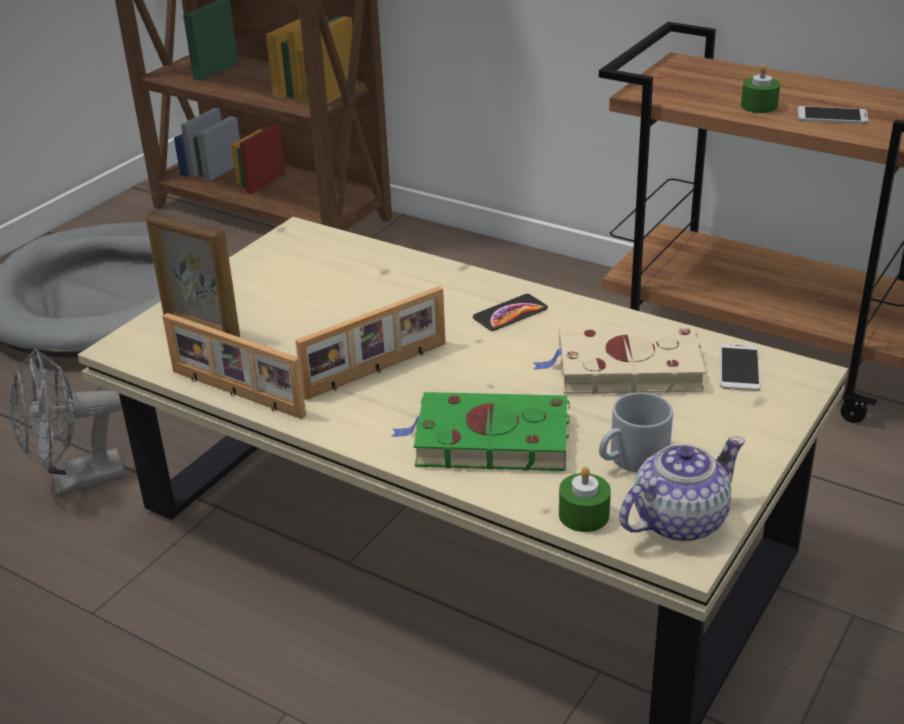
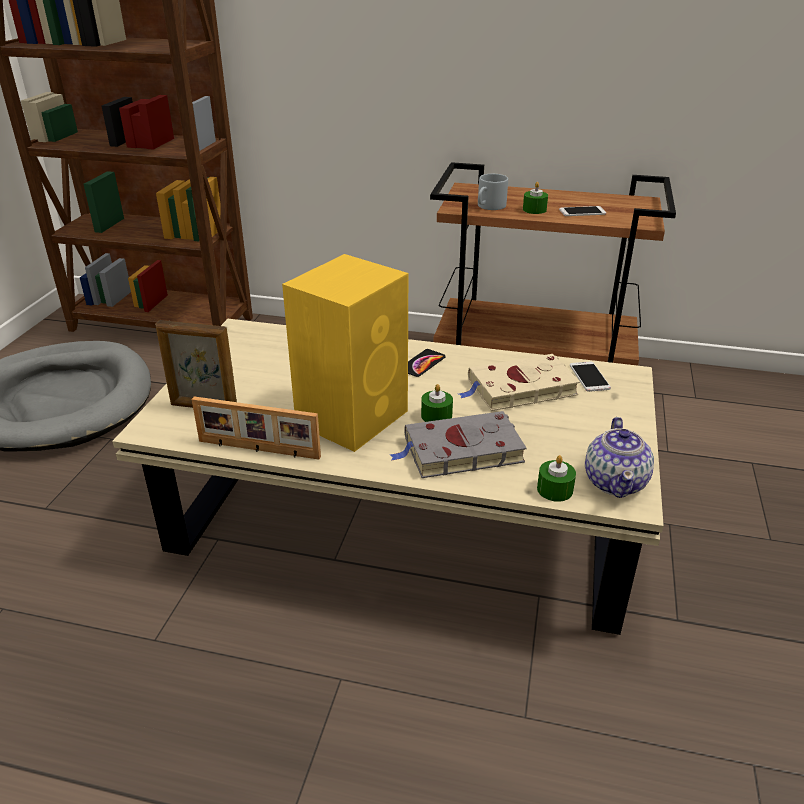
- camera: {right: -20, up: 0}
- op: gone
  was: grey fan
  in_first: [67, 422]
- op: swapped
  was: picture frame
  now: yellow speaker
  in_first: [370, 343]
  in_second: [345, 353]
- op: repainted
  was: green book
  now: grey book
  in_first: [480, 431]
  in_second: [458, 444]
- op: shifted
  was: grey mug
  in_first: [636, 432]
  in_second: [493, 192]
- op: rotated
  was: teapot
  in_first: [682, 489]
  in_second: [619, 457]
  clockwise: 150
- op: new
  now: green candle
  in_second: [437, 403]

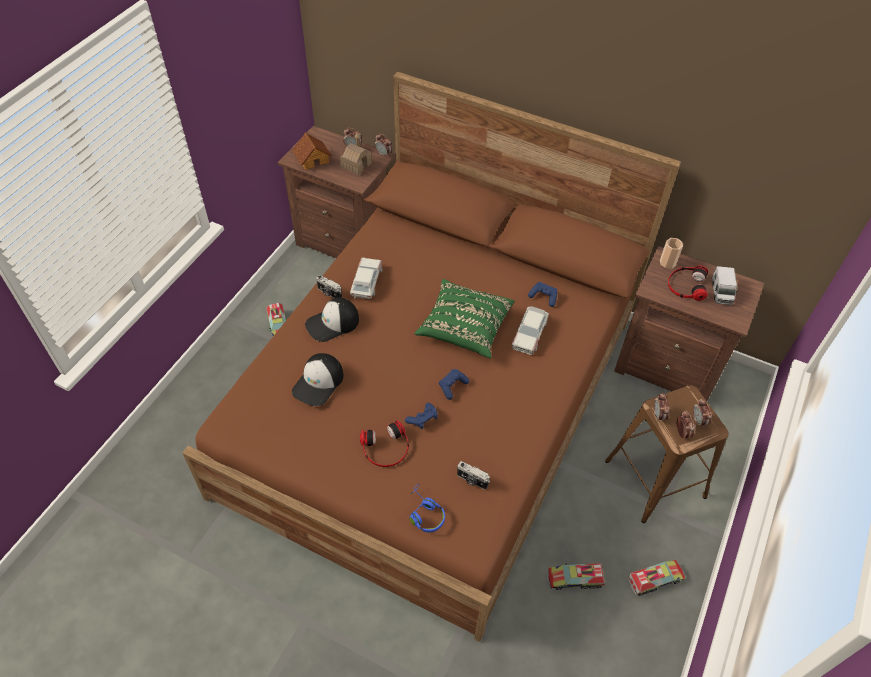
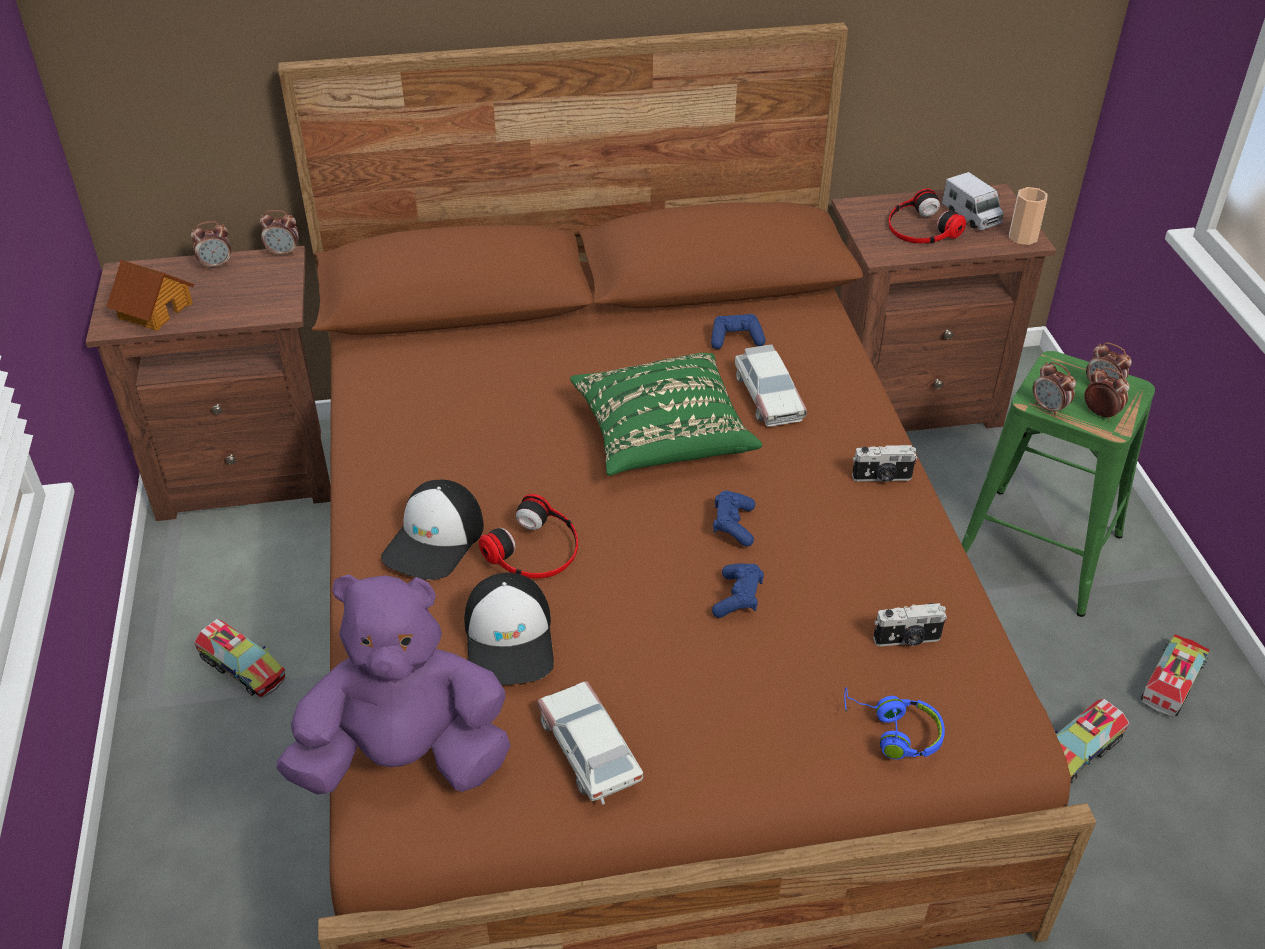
- camera: {right: -35, up: -10}
- op: shifted
  was: photo camera
  in_first: [329, 286]
  in_second: [885, 463]
- op: gone
  was: toy house
  in_first: [356, 154]
- op: shifted
  was: toy car
  in_first: [366, 278]
  in_second: [590, 743]
- op: shifted
  was: headphones
  in_first: [384, 443]
  in_second: [528, 536]
- op: repainted
  was: brown stool
  now: green stool
  in_first: [667, 454]
  in_second: [1058, 484]
- op: shifted
  was: cup
  in_first: [671, 253]
  in_second: [1028, 216]
- op: new
  now: purple plush toy
  in_second: [393, 684]

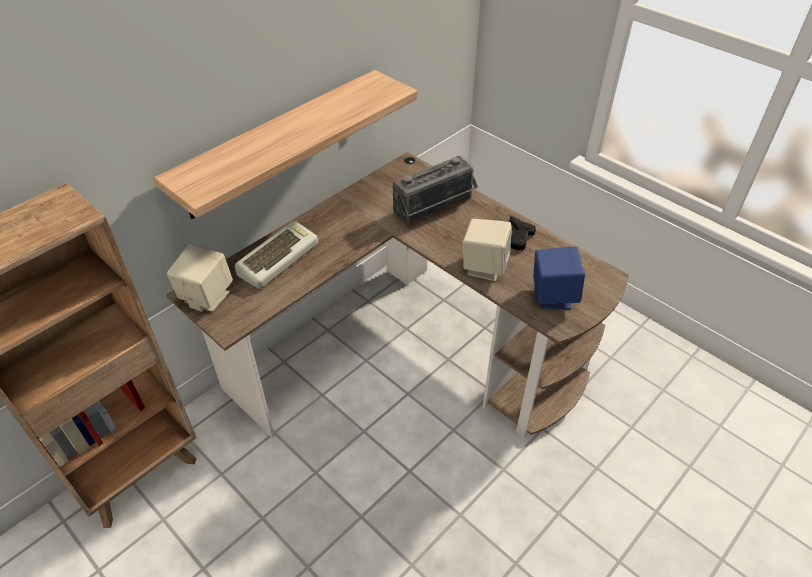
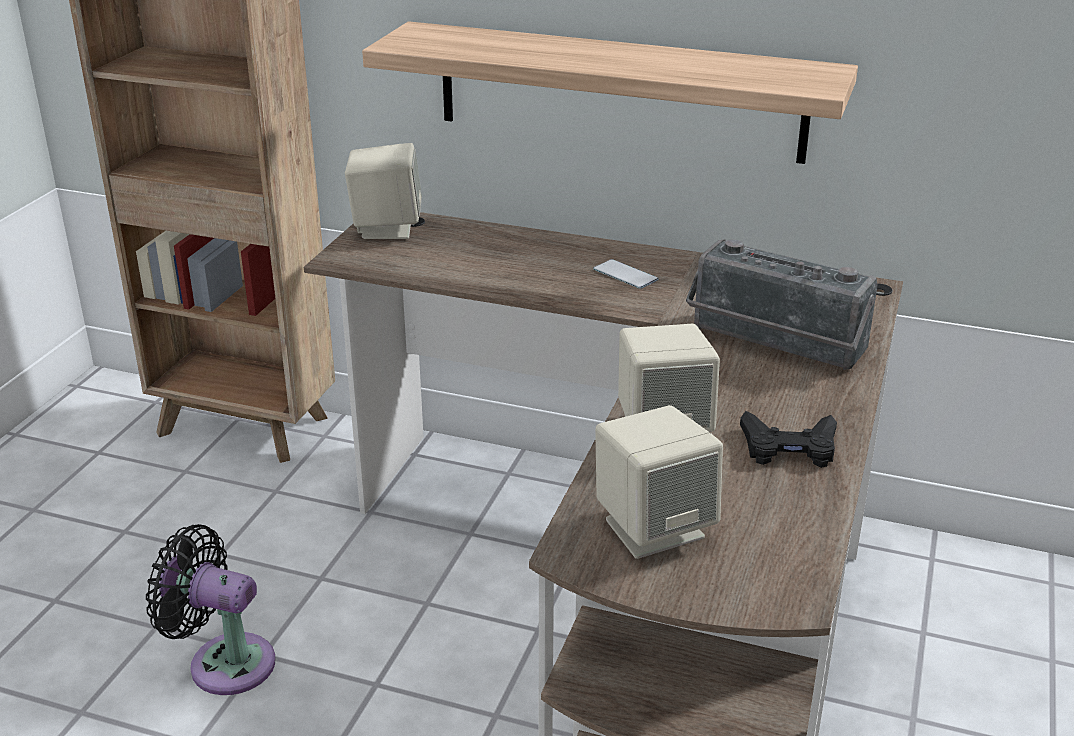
- camera: {right: 65, up: -15}
- op: gone
  was: keyboard
  in_first: [276, 255]
- op: repainted
  was: blue speaker
  now: beige speaker
  in_first: [559, 277]
  in_second: [659, 482]
- op: new
  now: black fan
  in_second: [210, 609]
- op: new
  now: phone
  in_second: [626, 274]

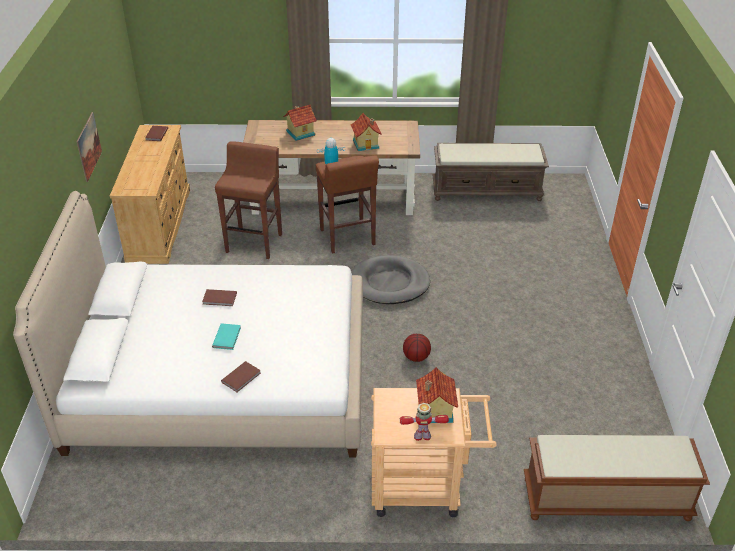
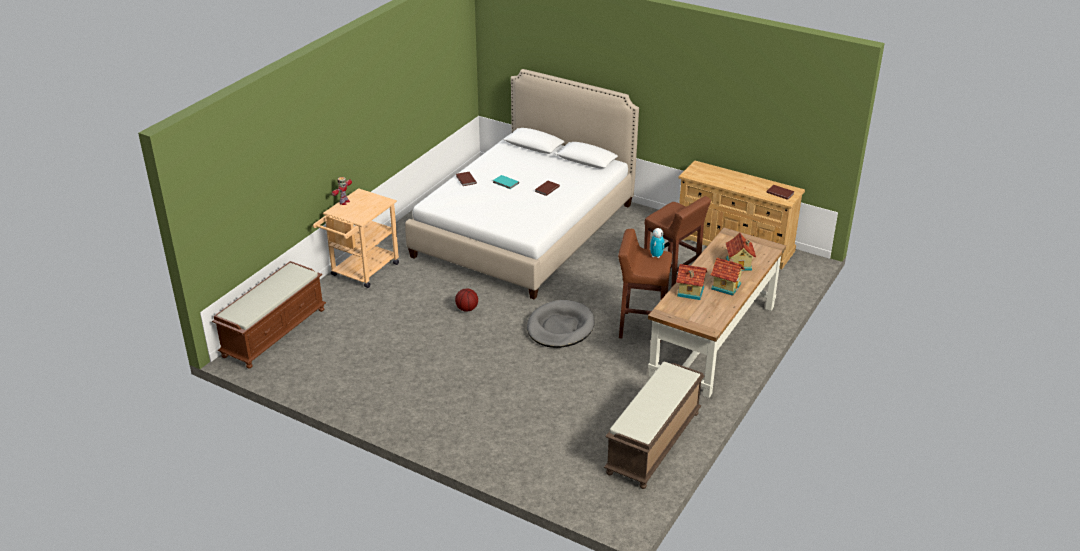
- camera: {right: 120, up: -5}
- op: gone
  was: picture
  in_first: [89, 147]
- op: shifted
  was: toy house
  in_first: [437, 395]
  in_second: [728, 277]

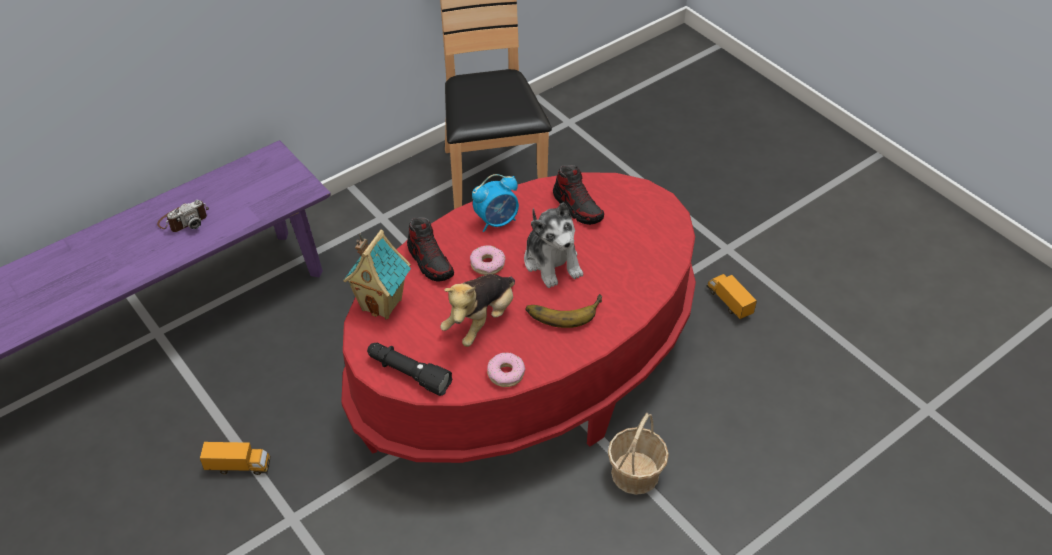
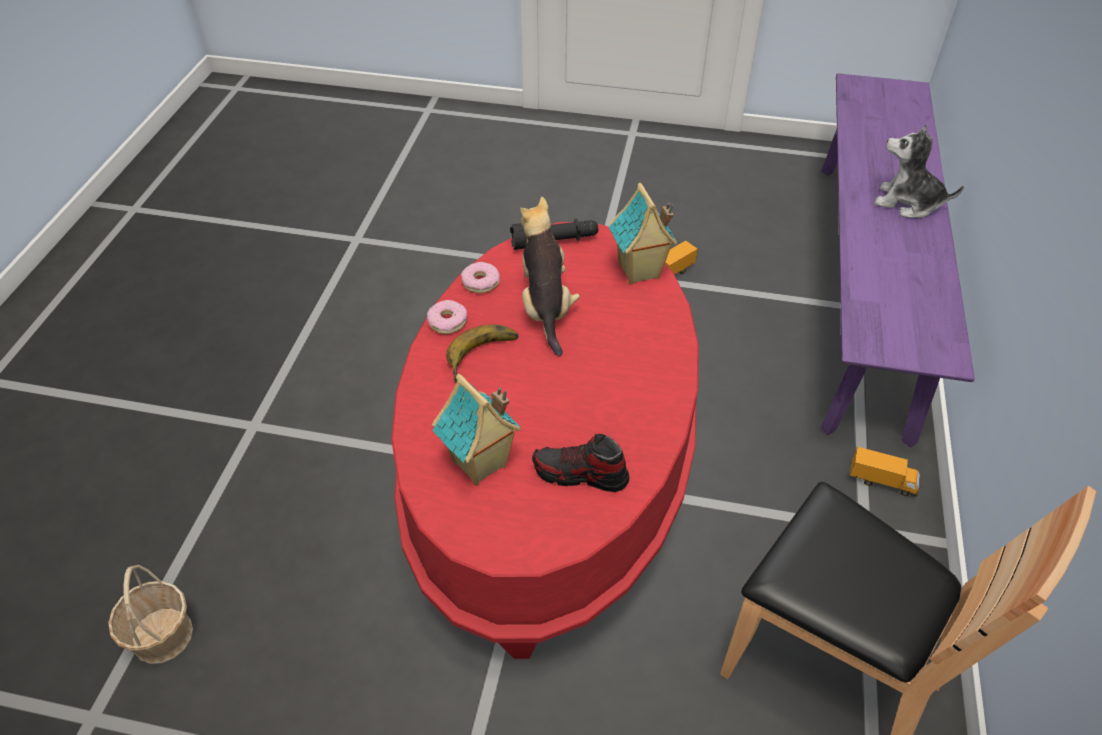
- camera: {right: 140, up: 0}
- op: gone
  was: photo camera
  in_first: [183, 216]
- op: gone
  was: shoe
  in_first: [430, 249]
- op: shifted
  was: donut
  in_first: [488, 260]
  in_second: [447, 317]
- op: gone
  was: alarm clock
  in_first: [495, 203]
- op: shifted
  was: plush toy
  in_first: [553, 245]
  in_second: [919, 171]
- op: shifted
  was: basket
  in_first: [638, 454]
  in_second: [150, 614]
- op: shifted
  was: toy truck
  in_first: [732, 296]
  in_second: [884, 472]
- op: new
  now: toy house
  in_second: [476, 430]

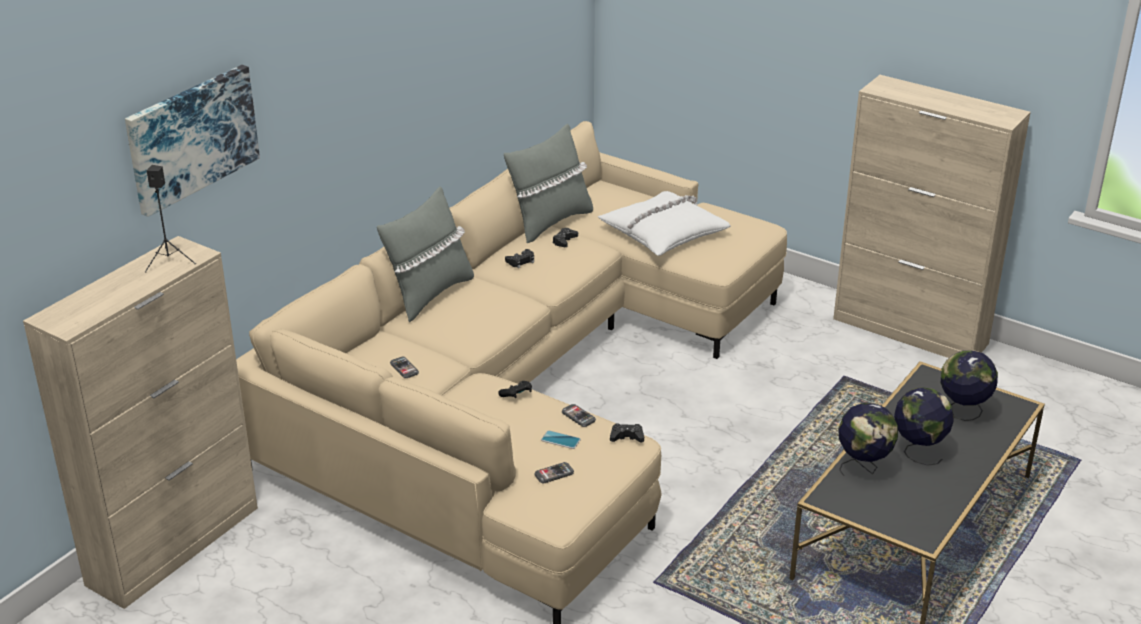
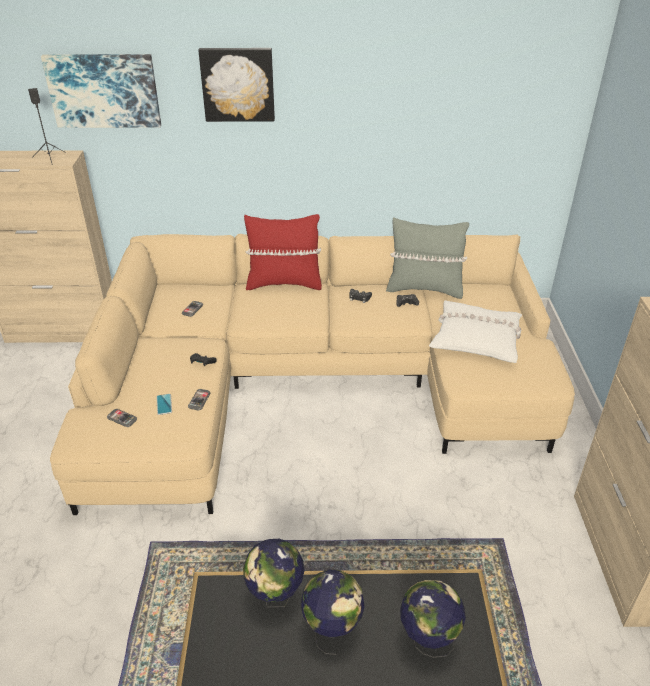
- camera: {right: 55, up: 5}
- op: repainted
  was: grey pillow
  now: red pillow
  in_first: [425, 255]
  in_second: [283, 252]
- op: gone
  was: black game controller
  in_first: [627, 433]
- op: new
  now: picture
  in_second: [236, 85]

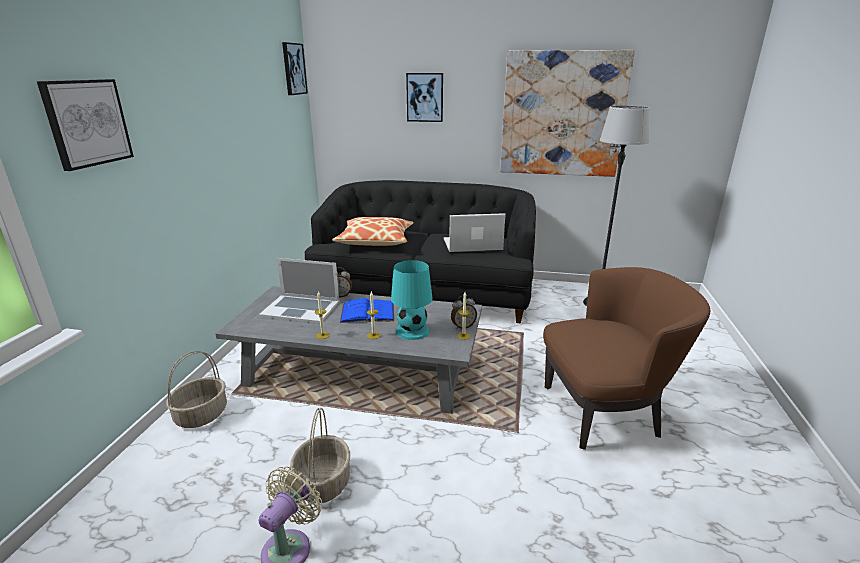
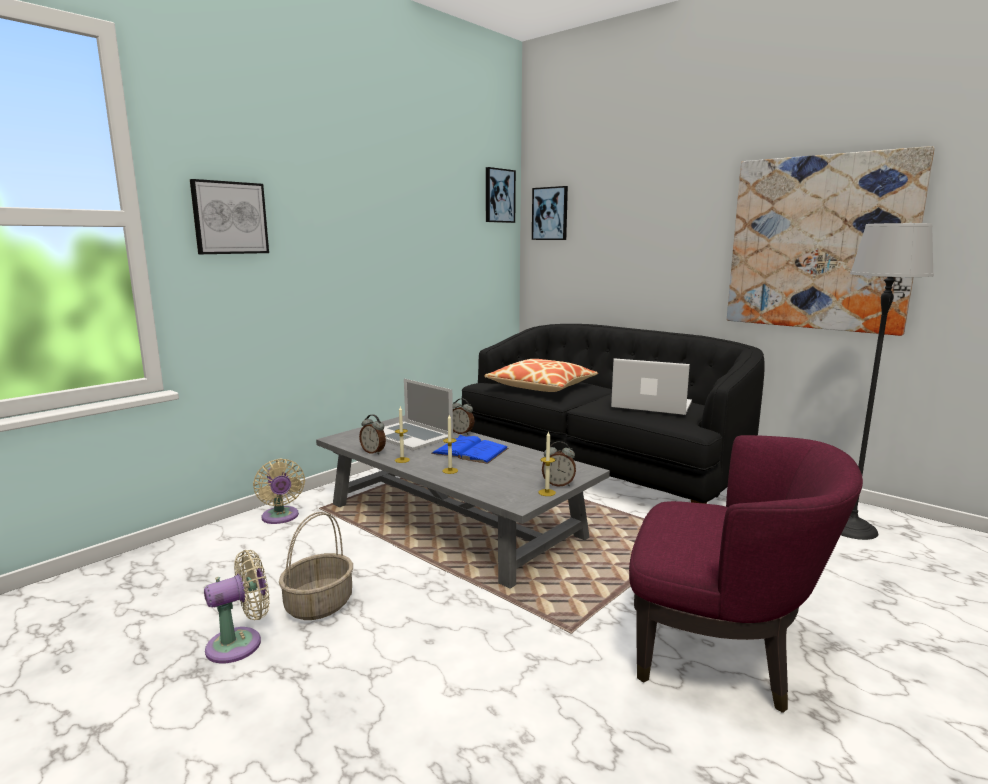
- camera: {right: 30, up: -10}
- op: swapped
  was: basket
  now: beige fan
  in_first: [196, 389]
  in_second: [279, 491]
- op: gone
  was: turquoise table lamp
  in_first: [412, 300]
- op: shifted
  was: picture
  in_first: [424, 97]
  in_second: [550, 213]
- op: repainted
  was: brown armchair
  now: purple armchair
  in_first: [626, 358]
  in_second: [746, 574]
- op: new
  now: alarm clock
  in_second: [372, 434]

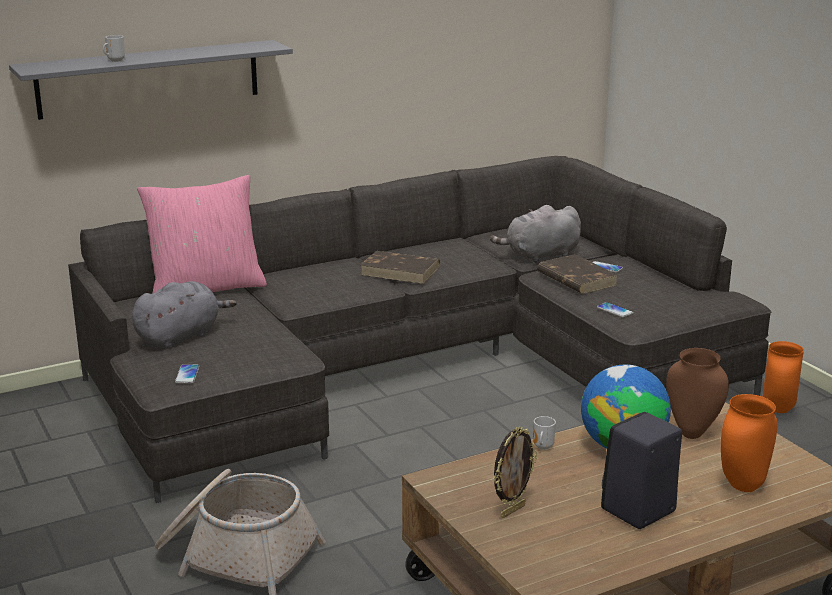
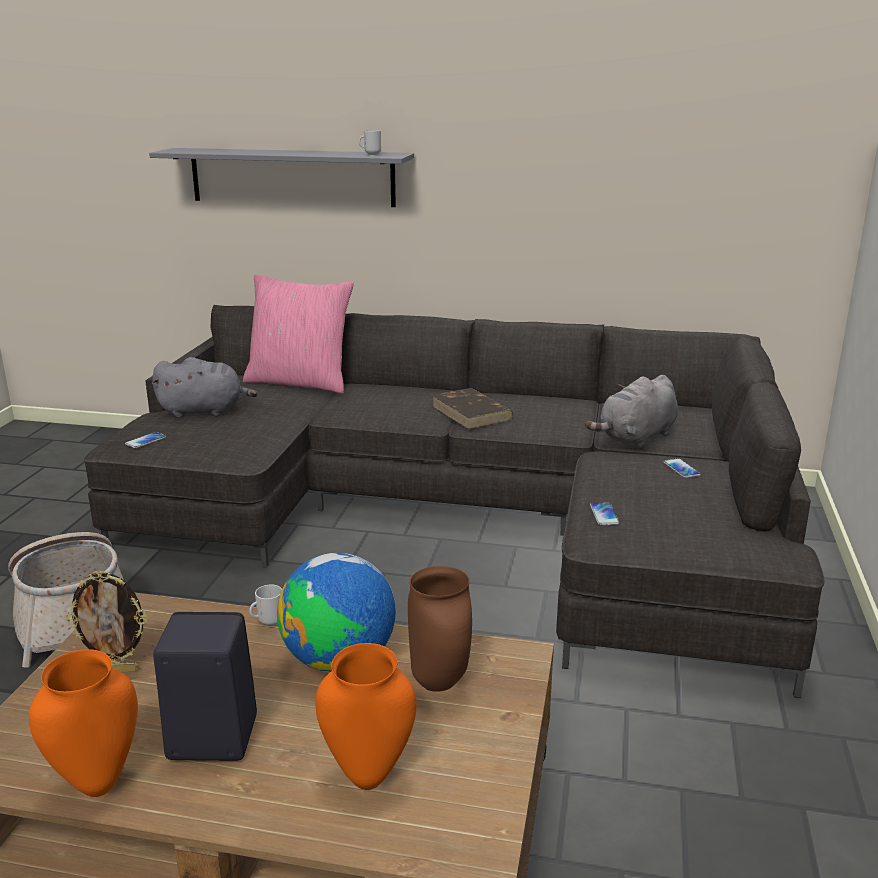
- camera: {right: 40, up: 0}
- op: shifted
  was: mug
  in_first: [114, 48]
  in_second: [370, 142]
- op: rotated
  was: grey plush toy
  in_first: [535, 234]
  in_second: [631, 411]
  clockwise: -60
- op: gone
  was: brown book
  in_first: [577, 274]
- op: shifted
  was: orange vase
  in_first: [783, 377]
  in_second: [83, 723]

